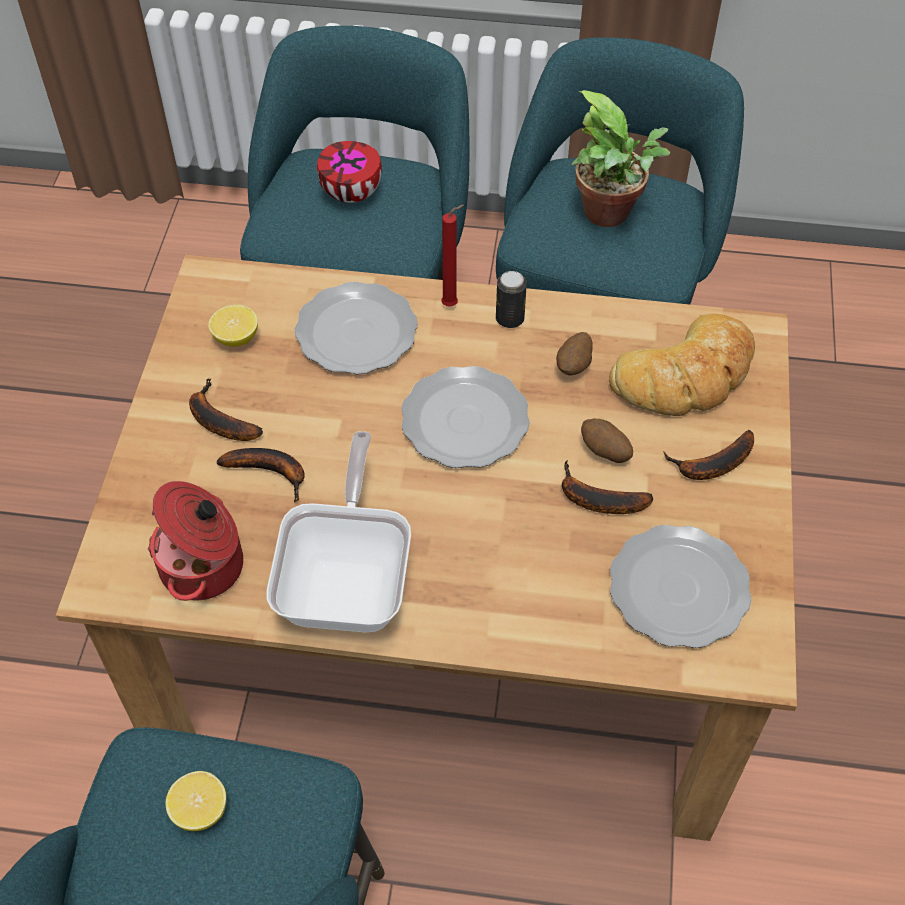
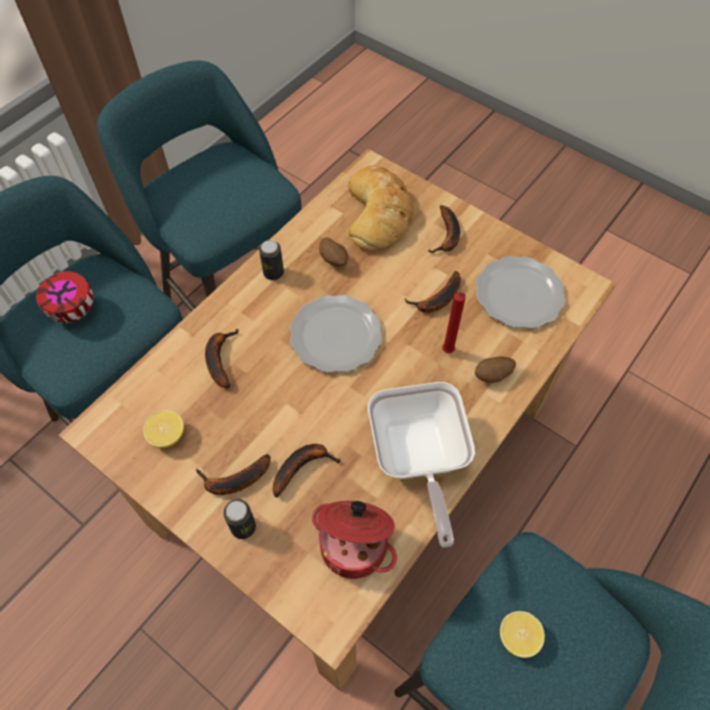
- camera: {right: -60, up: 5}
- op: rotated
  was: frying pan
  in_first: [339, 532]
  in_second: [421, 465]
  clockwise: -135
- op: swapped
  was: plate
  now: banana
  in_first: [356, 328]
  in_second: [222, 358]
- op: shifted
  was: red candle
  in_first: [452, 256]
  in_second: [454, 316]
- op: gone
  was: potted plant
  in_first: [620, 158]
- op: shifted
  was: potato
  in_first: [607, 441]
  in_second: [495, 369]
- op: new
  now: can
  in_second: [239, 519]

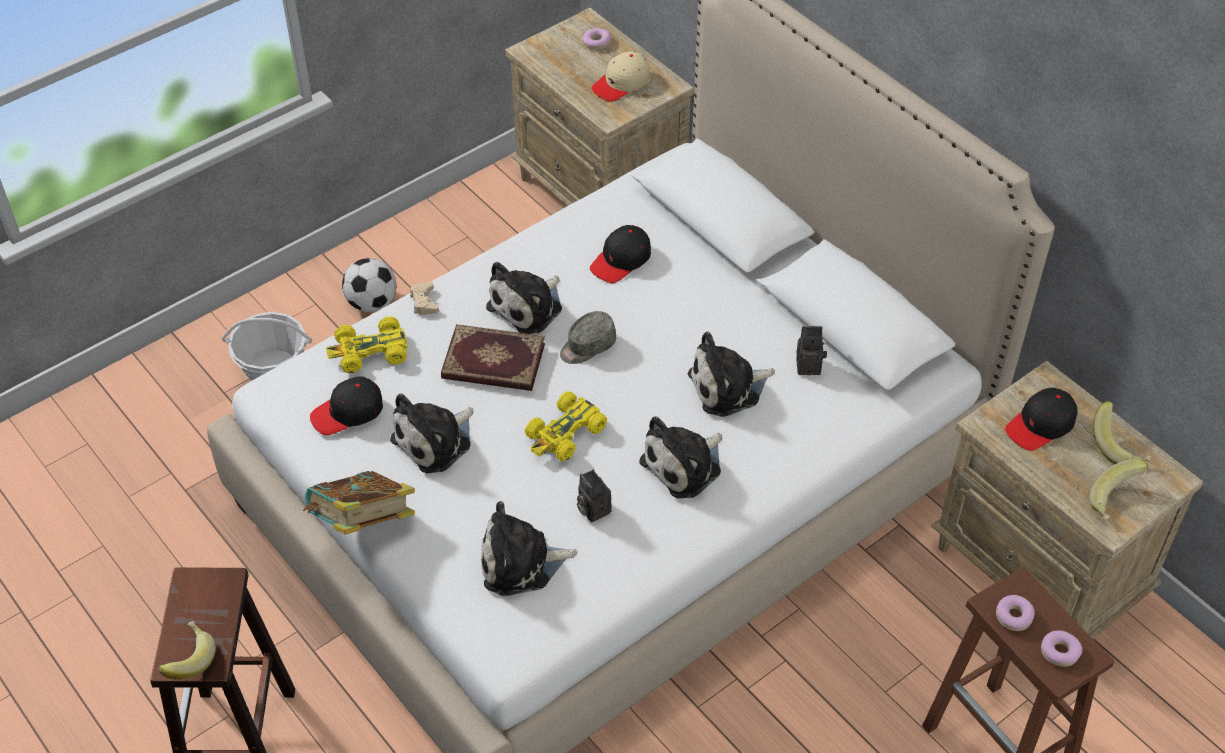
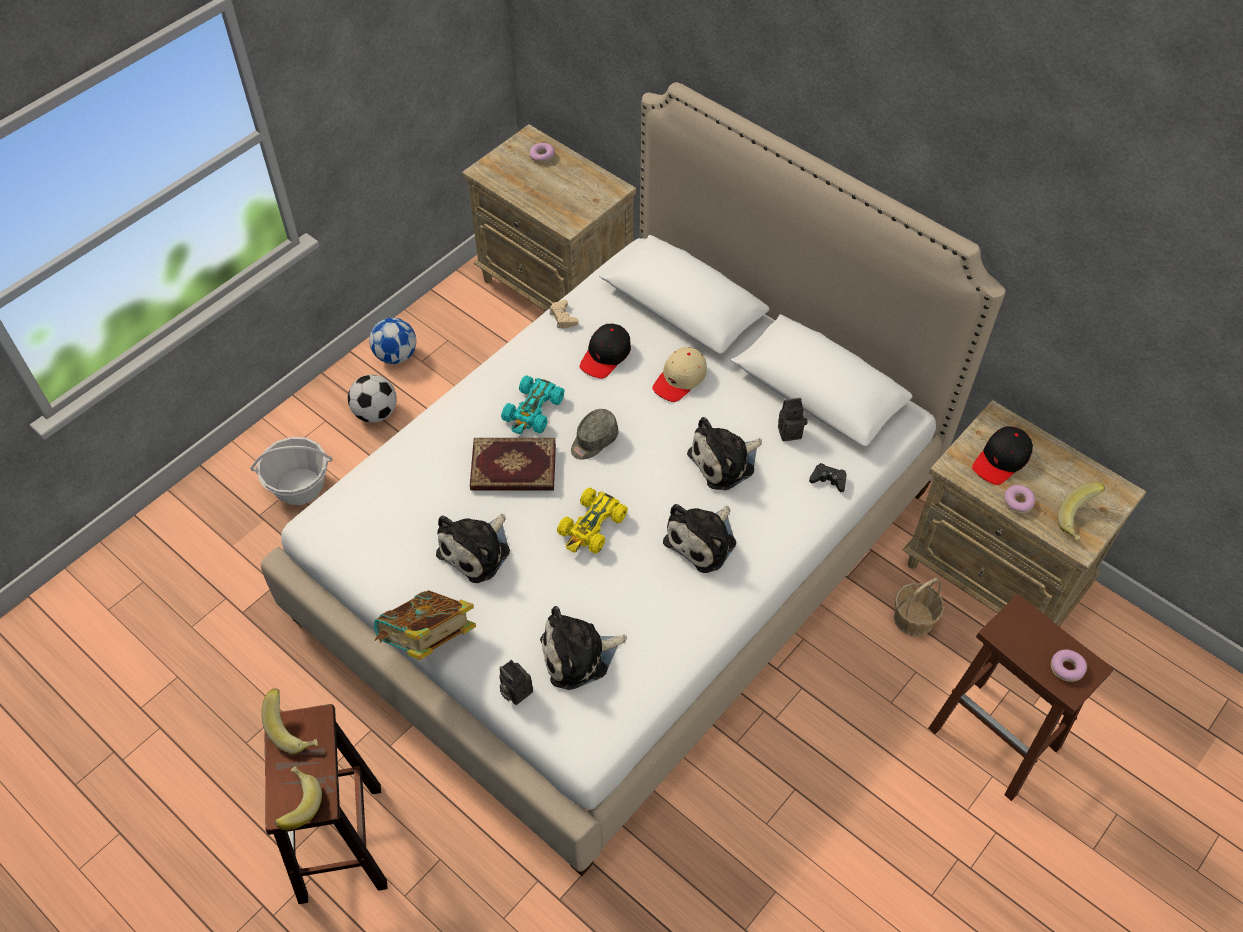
- camera: {right: -10, up: 5}
- op: gone
  was: black cap
  in_first: [346, 406]
- op: gone
  was: yellow toy car
  in_first: [367, 345]
- op: shifted
  was: beige game controller
  in_first: [424, 298]
  in_second: [564, 314]
- op: swapped
  was: plush toy
  now: turquoise toy car
  in_first: [524, 298]
  in_second: [532, 404]
- op: shifted
  was: photo camera
  in_first: [594, 496]
  in_second: [516, 682]
- op: shifted
  was: beige cap
  in_first: [620, 76]
  in_second: [679, 374]
- op: shifted
  was: donut
  in_first: [1015, 613]
  in_second: [1019, 499]
- op: shifted
  was: banana
  in_first: [1121, 432]
  in_second: [289, 721]
- op: new
  now: football
  in_second: [392, 340]
- op: new
  now: black game controller
  in_second: [828, 477]
- op: new
  now: basket
  in_second: [919, 607]

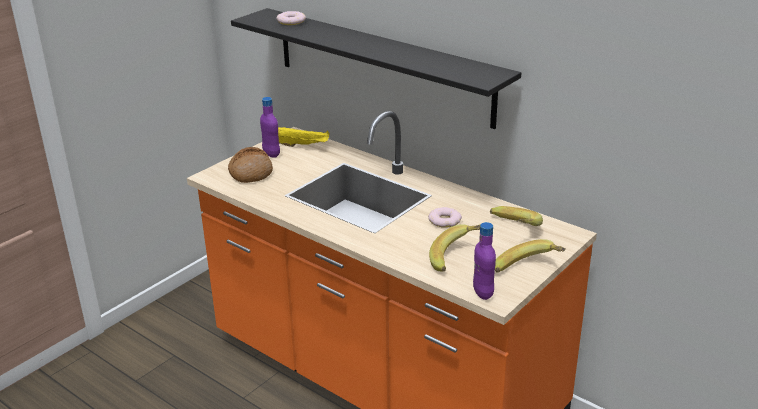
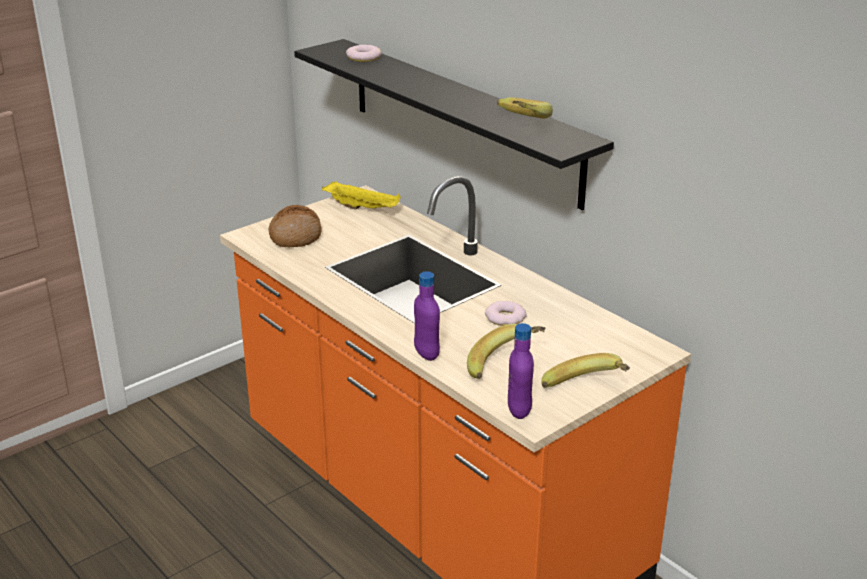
- camera: {right: 10, up: 0}
- op: shifted
  was: purple bottle
  in_first: [270, 127]
  in_second: [427, 316]
- op: shifted
  was: banana
  in_first: [516, 216]
  in_second: [525, 108]

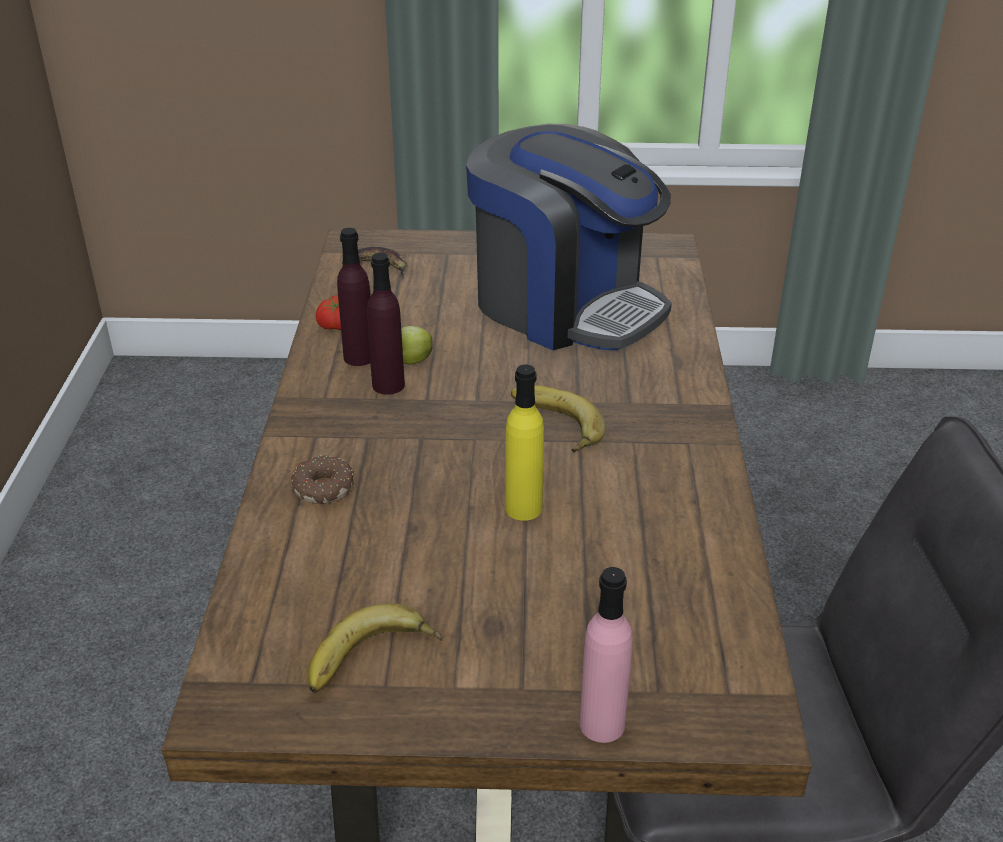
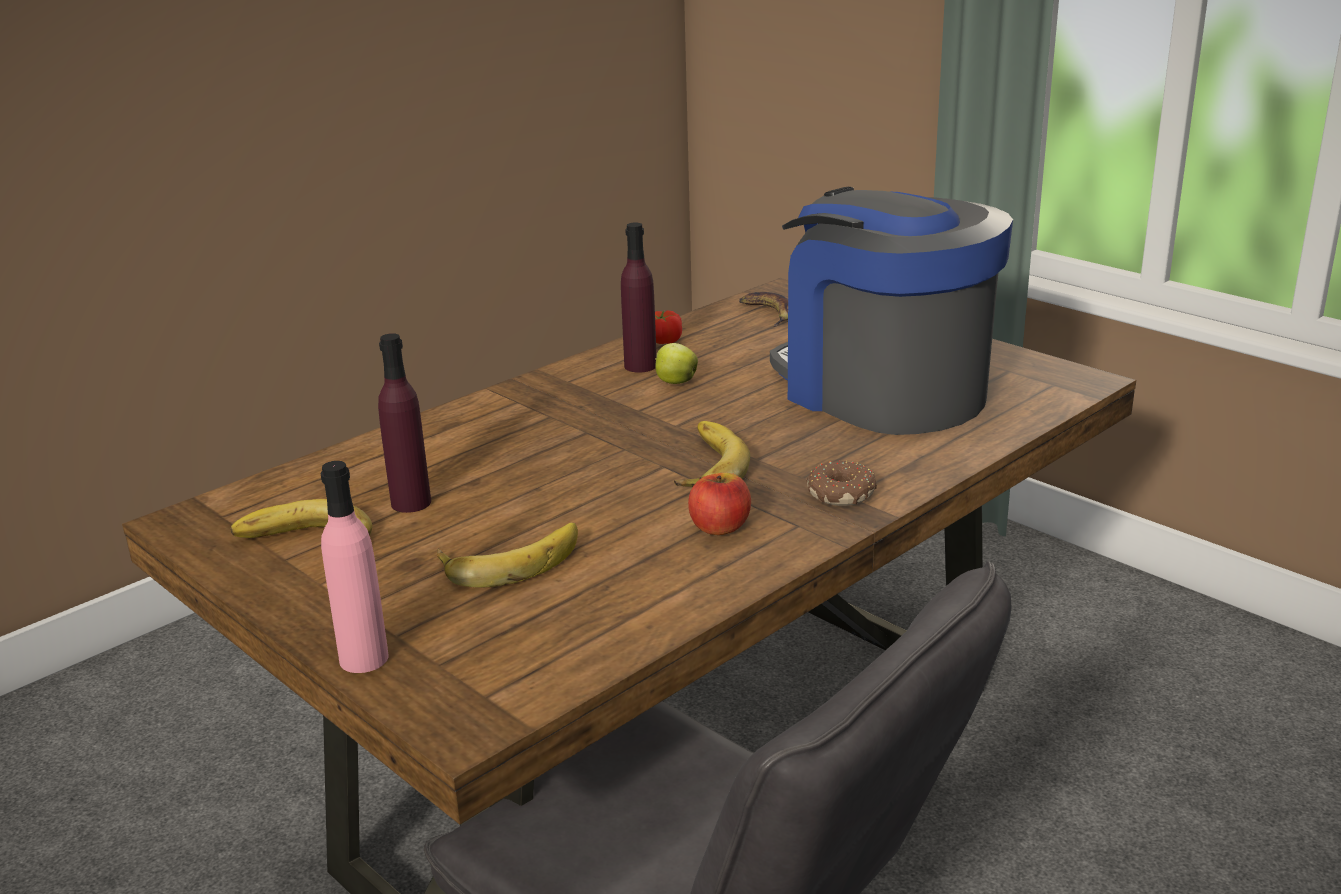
- camera: {right: 45, up: -10}
- op: shifted
  was: donut
  in_first: [322, 479]
  in_second: [841, 483]
- op: shifted
  was: purple bottle
  in_first: [386, 324]
  in_second: [404, 423]
- op: rotated
  was: coffee machine
  in_first: [569, 237]
  in_second: [891, 311]
  clockwise: 150
- op: gone
  was: yellow bottle
  in_first: [524, 443]
- op: new
  now: banana
  in_second: [507, 555]
- op: new
  now: apple
  in_second: [719, 504]

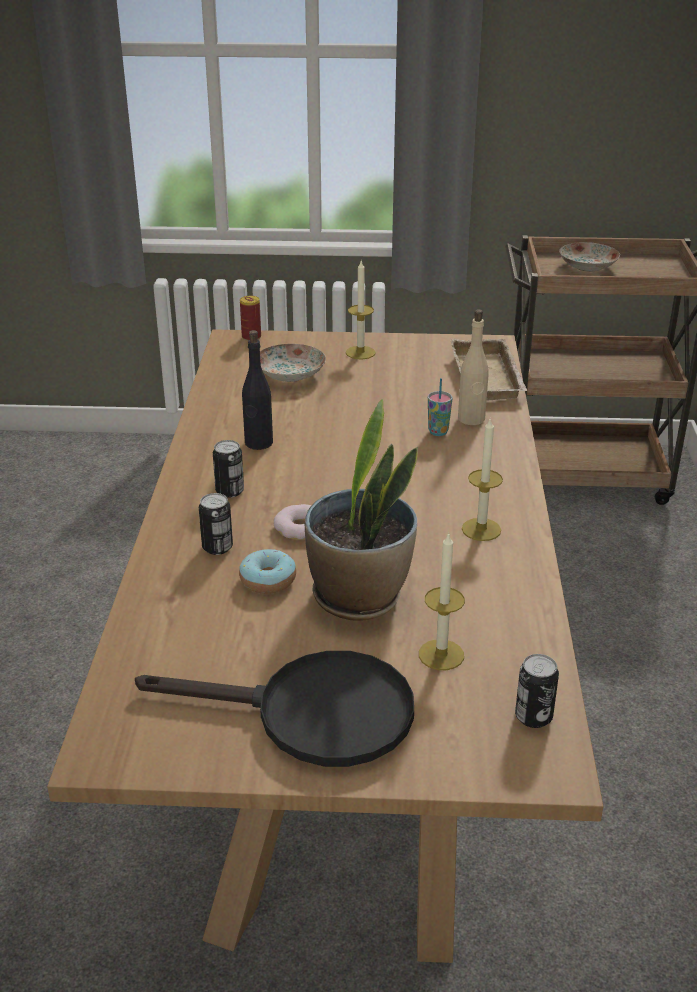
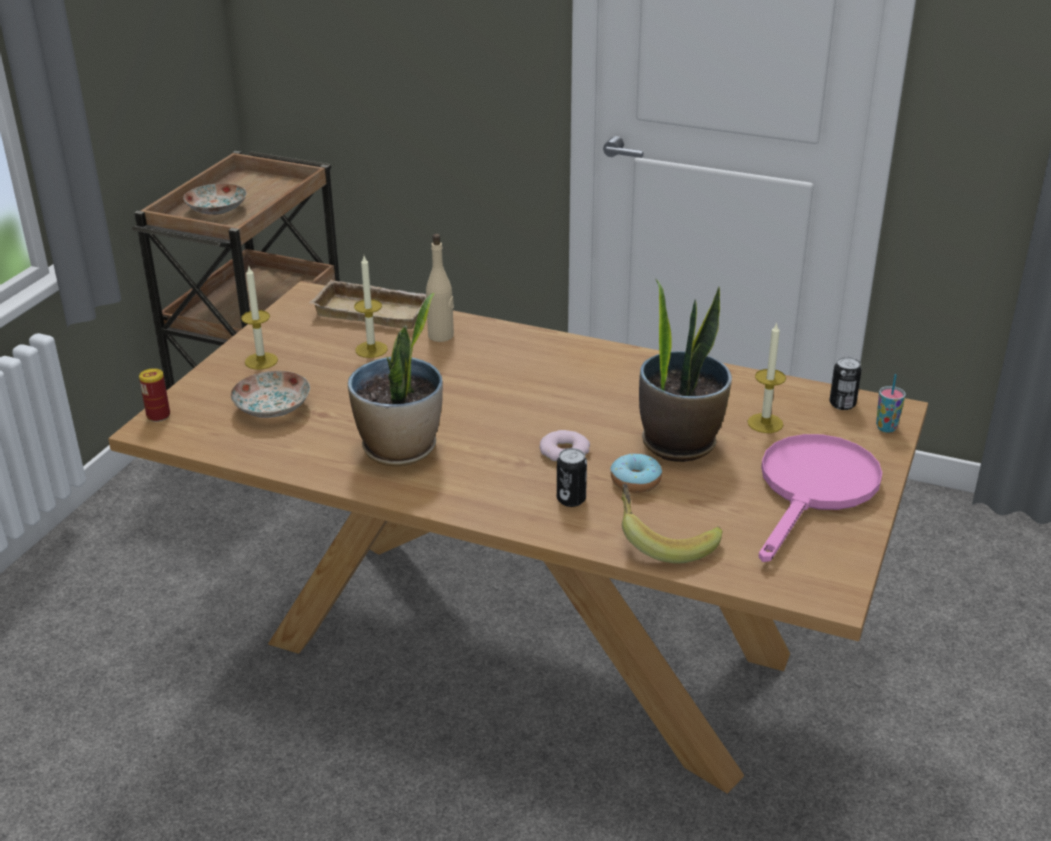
- camera: {right: -70, up: 0}
- op: repainted
  was: black frying pan
  now: pink frying pan
  in_first: [274, 709]
  in_second: [820, 498]
- op: gone
  was: can
  in_first: [228, 469]
- op: swapped
  was: black bottle
  now: potted plant
  in_first: [257, 390]
  in_second: [395, 379]
- op: shifted
  was: cup
  in_first: [440, 407]
  in_second: [891, 403]
- op: shifted
  was: candle
  in_first: [482, 480]
  in_second: [371, 307]
- op: new
  now: banana
  in_second: [671, 523]

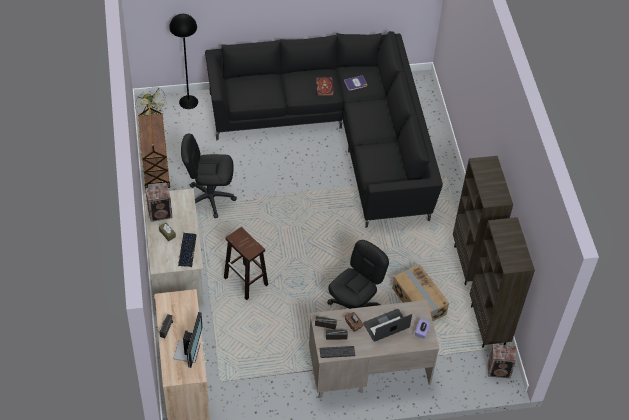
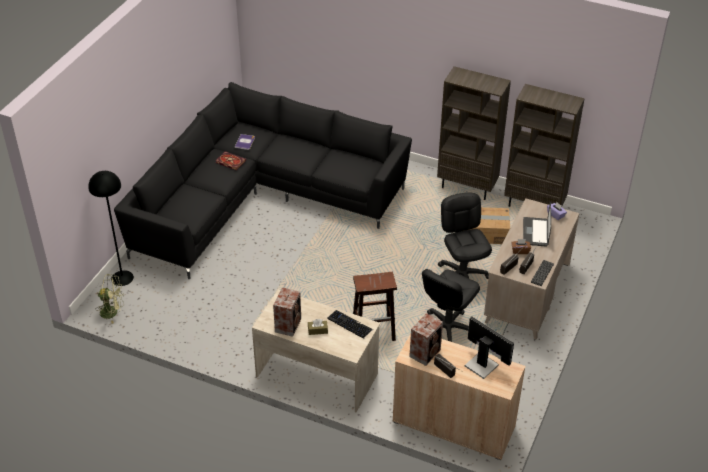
- camera: {right: -55, up: -10}
- op: gone
  was: brown cart
  in_first: [154, 145]
- op: shifted
  was: black office chair
  in_first: [209, 176]
  in_second: [451, 305]
- op: shifted
  was: speaker
  in_first: [502, 361]
  in_second: [426, 339]

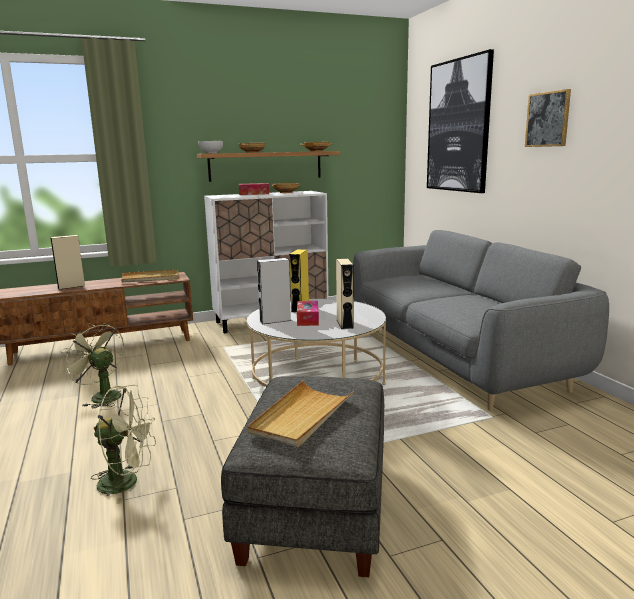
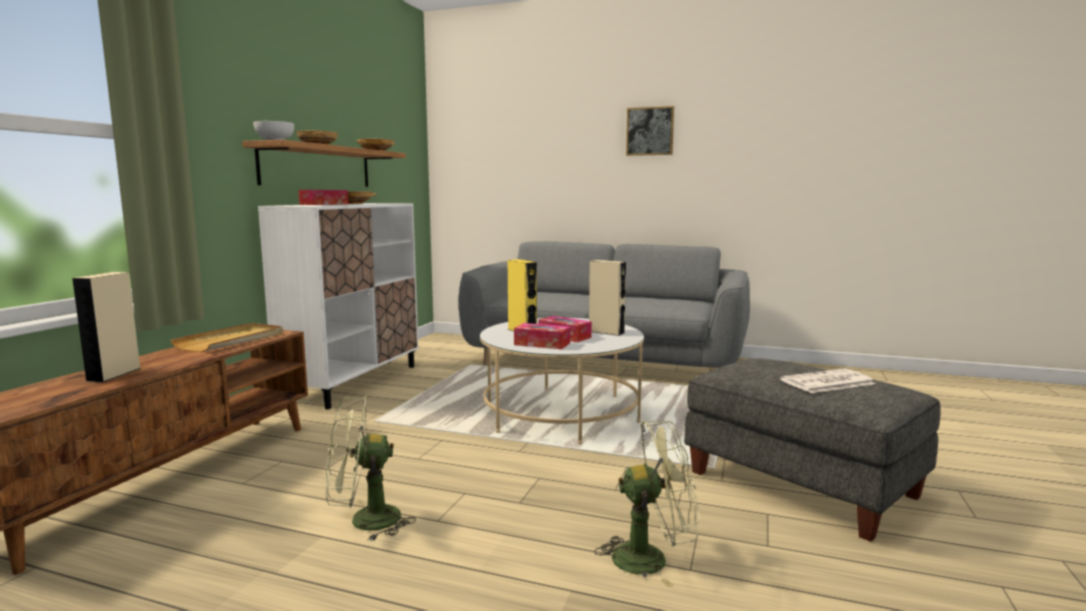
- camera: {right: -50, up: -5}
- op: rotated
  was: green fan
  in_first: [123, 444]
  in_second: [647, 504]
  clockwise: 45
- op: swapped
  was: beige tray
  now: newspaper
  in_first: [300, 413]
  in_second: [827, 380]
- op: swapped
  was: grey speaker
  now: tissue box
  in_first: [274, 291]
  in_second: [542, 336]
- op: gone
  was: picture
  in_first: [460, 121]

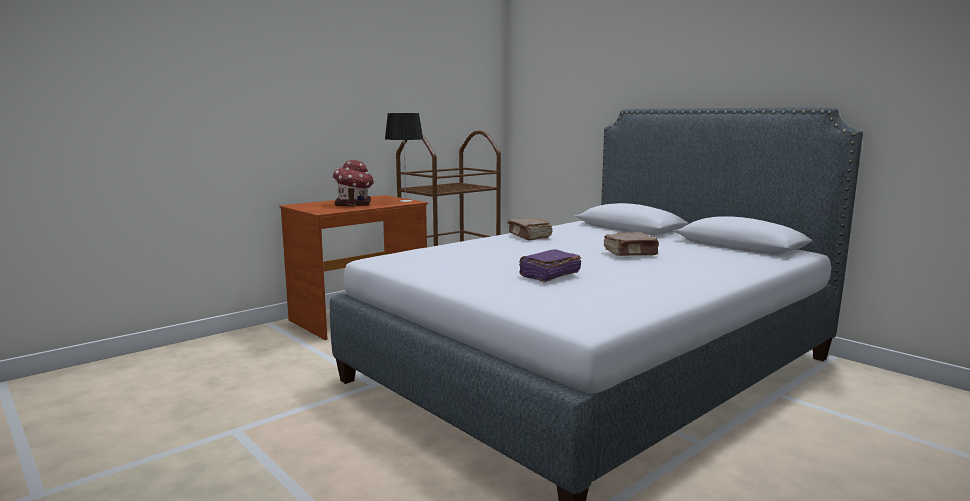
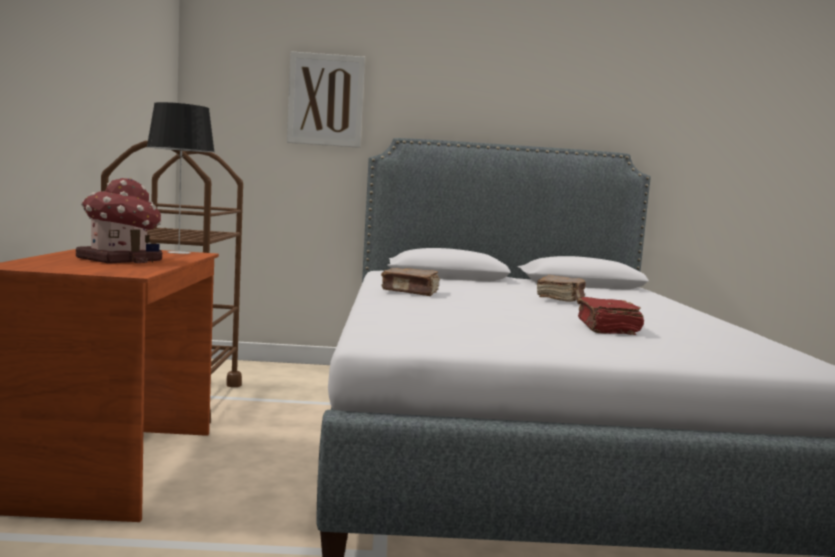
- camera: {right: -50, up: -5}
- op: repainted
  was: purple book
  now: red book
  in_first: [550, 266]
  in_second: [610, 316]
- op: new
  now: picture
  in_second: [326, 99]

